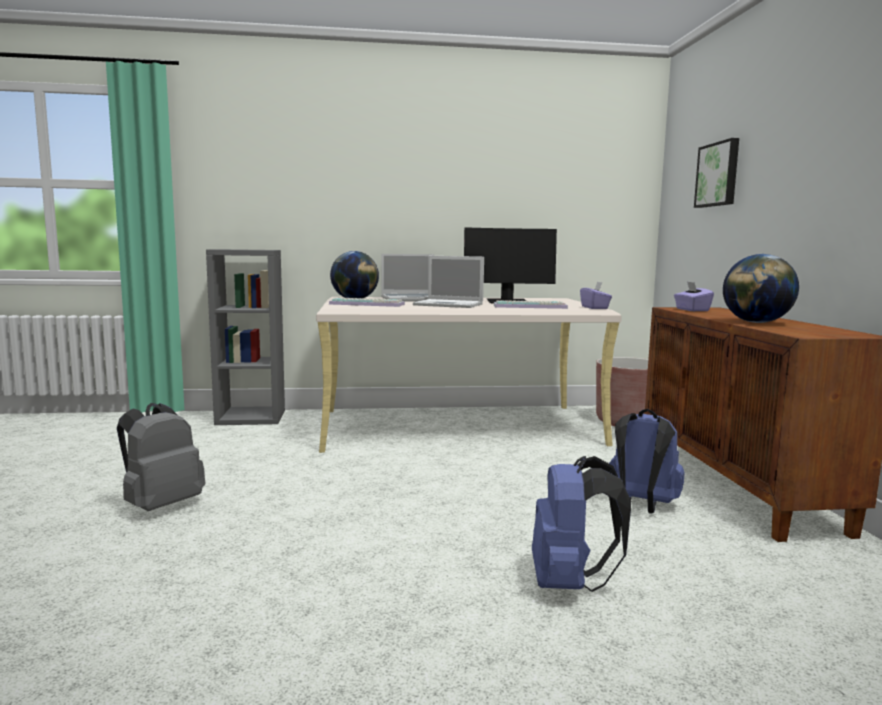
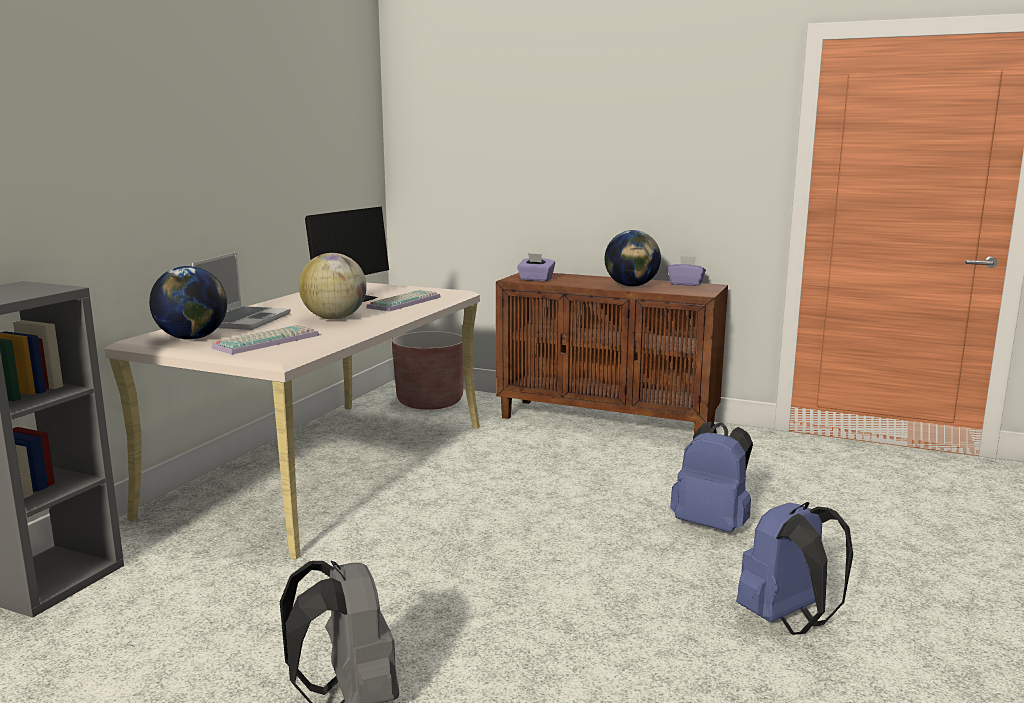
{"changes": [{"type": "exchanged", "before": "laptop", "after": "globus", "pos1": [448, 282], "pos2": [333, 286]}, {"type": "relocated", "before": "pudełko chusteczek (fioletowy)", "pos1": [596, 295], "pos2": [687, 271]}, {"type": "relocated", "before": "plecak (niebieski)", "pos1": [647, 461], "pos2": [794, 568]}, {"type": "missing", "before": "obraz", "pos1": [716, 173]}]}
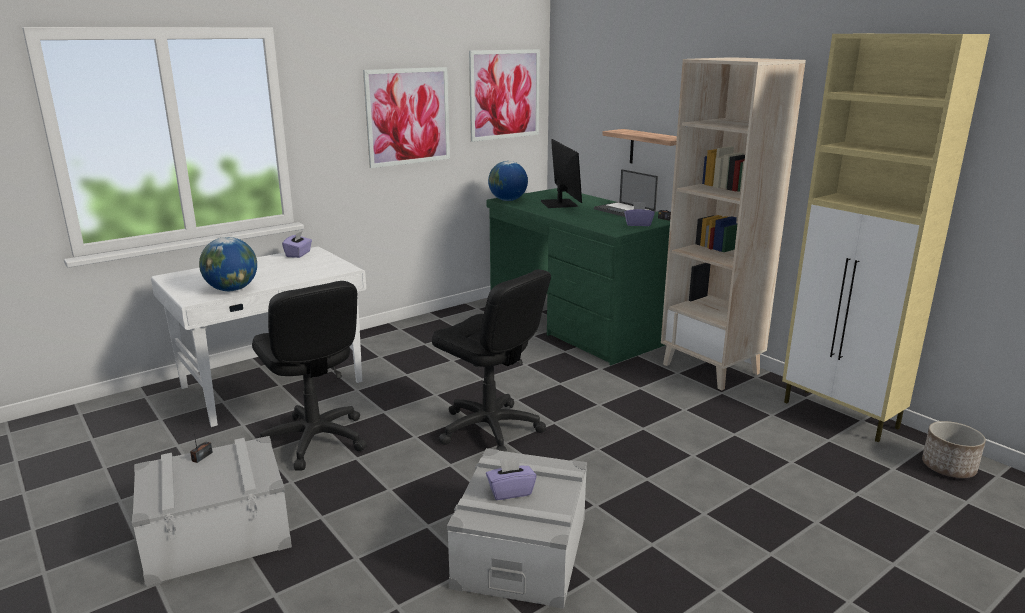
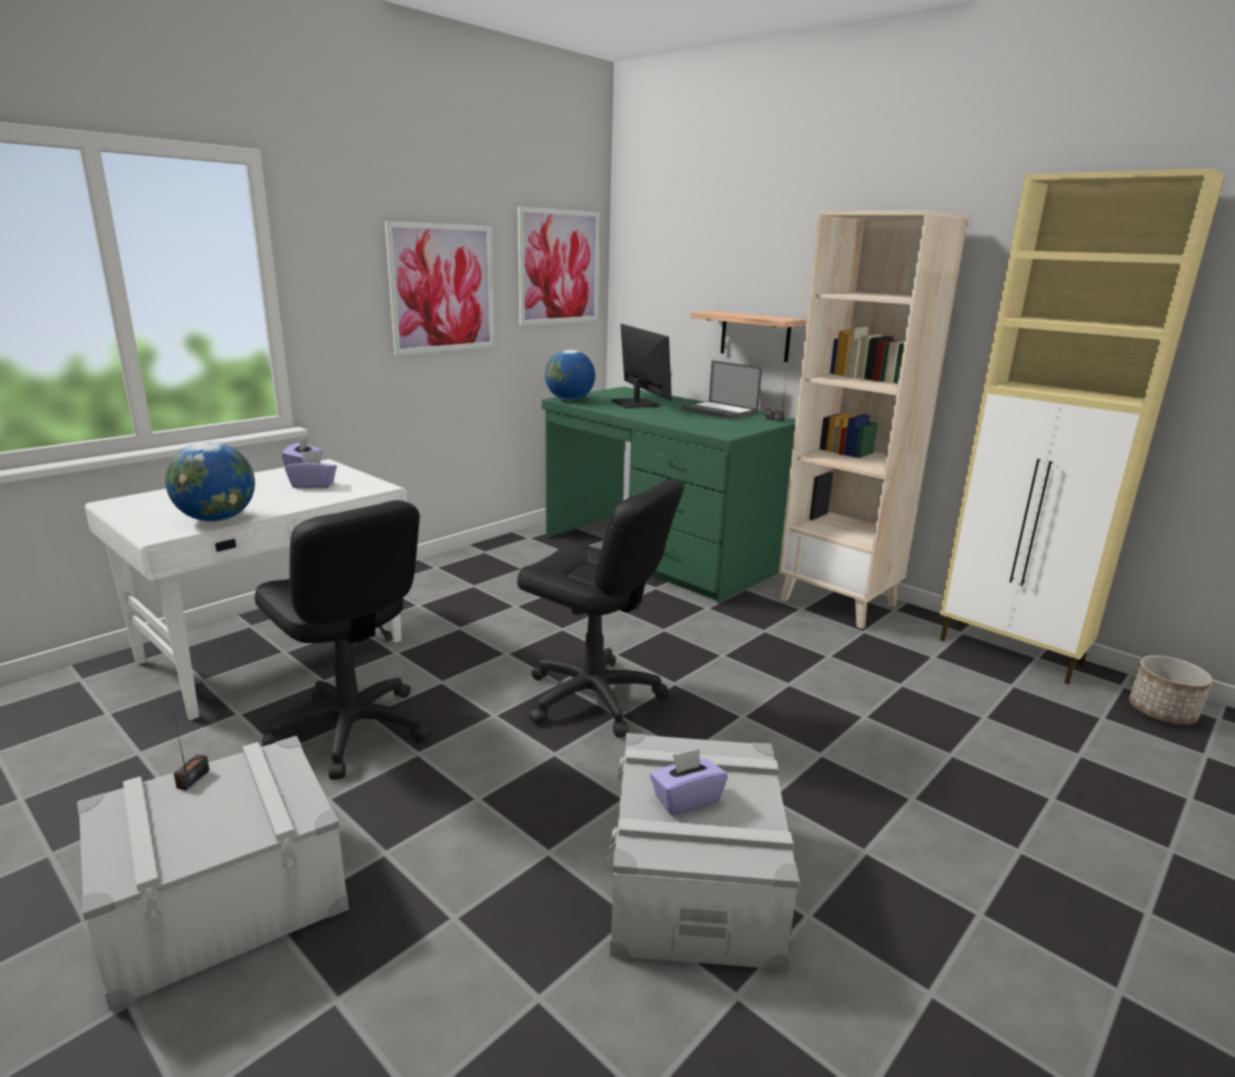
{"changes": [{"type": "relocated", "before": "pudełko chusteczek (fioletowy)", "pos1": [639, 214], "pos2": [311, 469]}]}
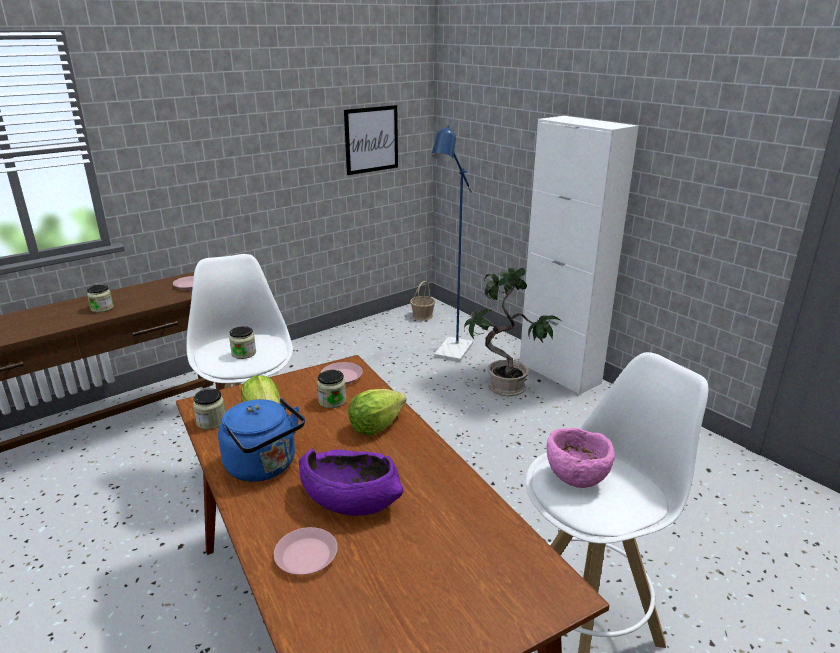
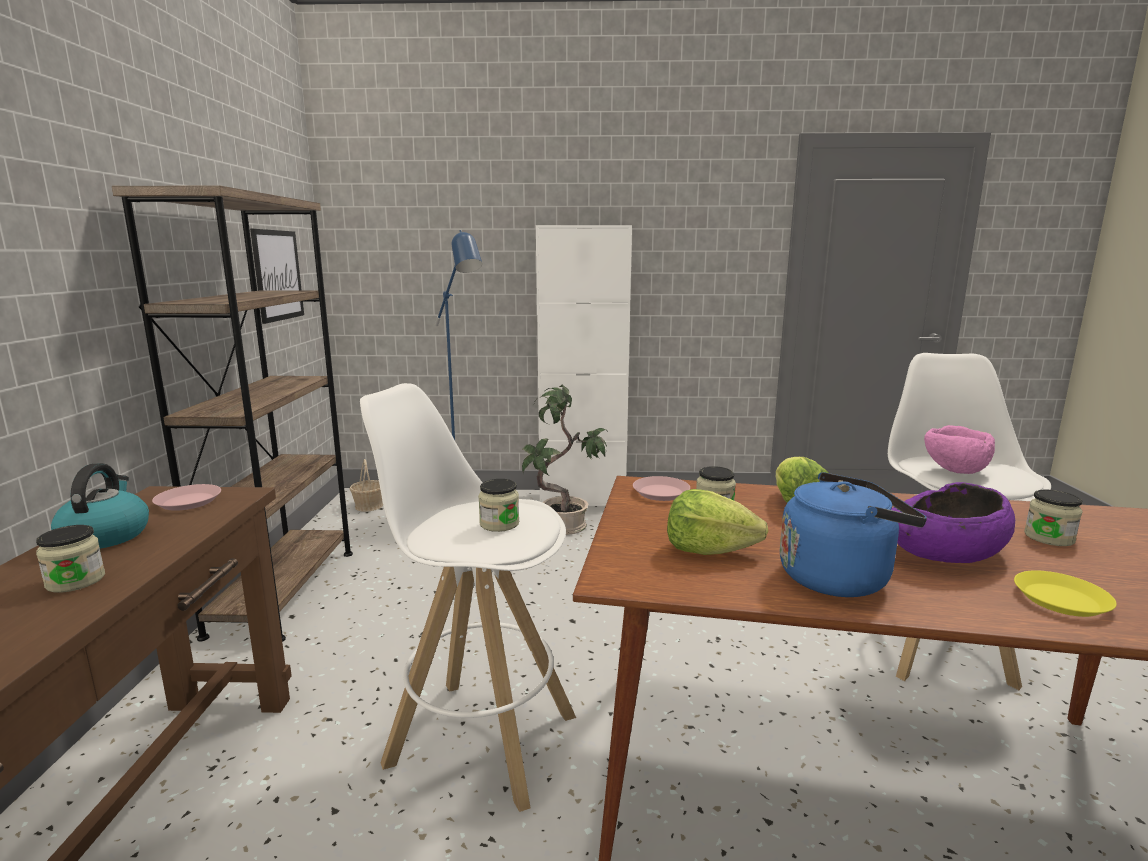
{"changes": [{"type": "relocated", "before": "słoik", "pos1": [209, 409], "pos2": [1053, 517]}, {"type": "colour", "before": "talerz (różowy)", "after": "talerz (żółty)", "pos1": [306, 551], "pos2": [1065, 593]}, {"type": "appeared", "after": "czajnik", "pos2": [100, 506]}, {"type": "appeared", "after": "regał (brązowy)", "pos2": [232, 413]}]}
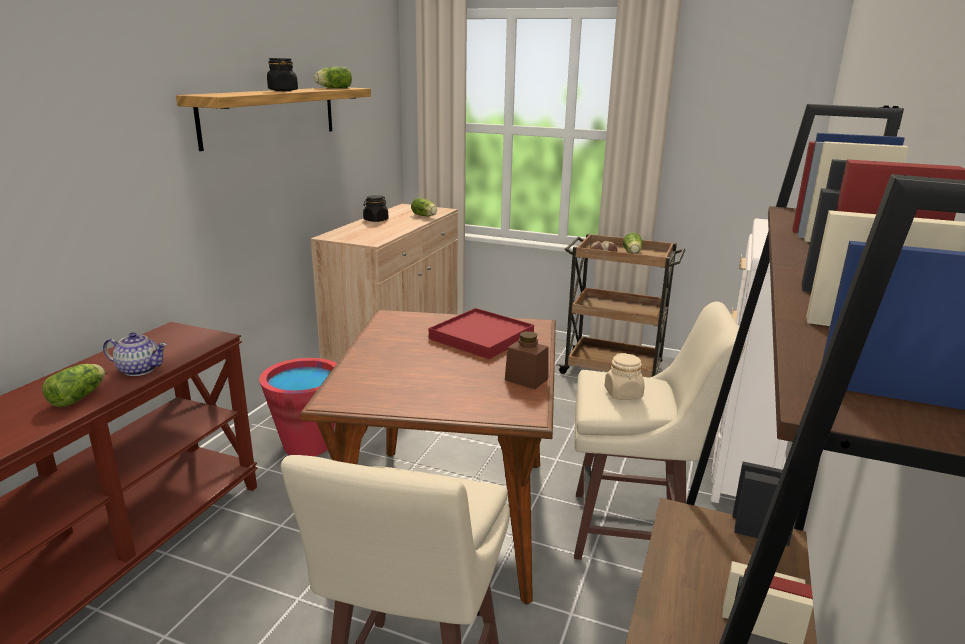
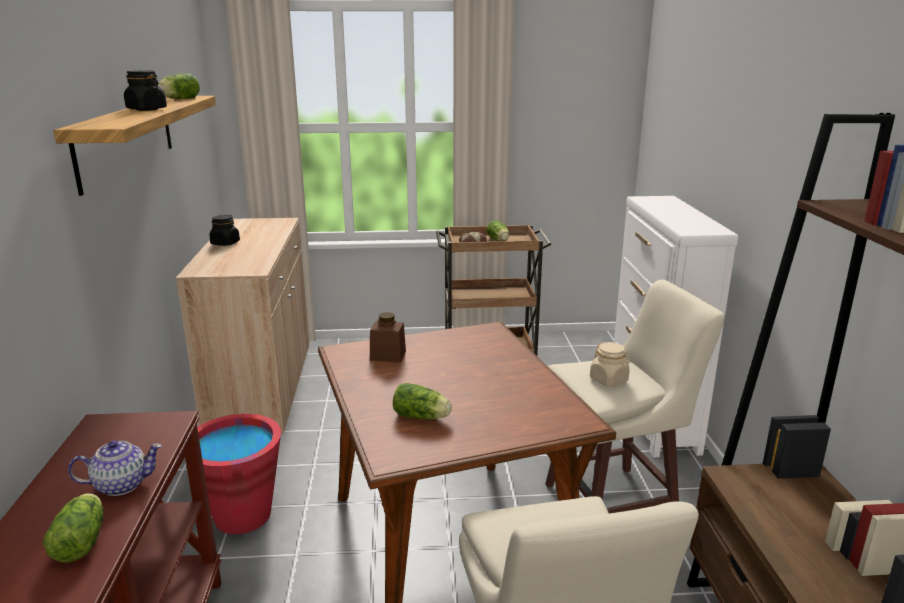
{"changes": [{"type": "relocated", "before": "sałata", "pos1": [424, 206], "pos2": [422, 401]}, {"type": "missing", "before": "taca (czerwony)", "pos1": [481, 333]}, {"type": "relocated", "before": "słoik (brązowy)", "pos1": [527, 360], "pos2": [388, 337]}]}
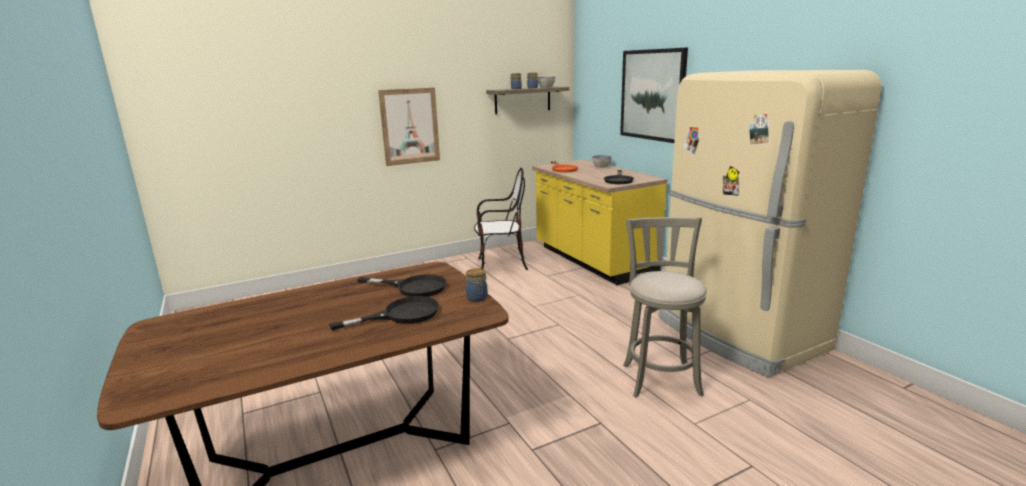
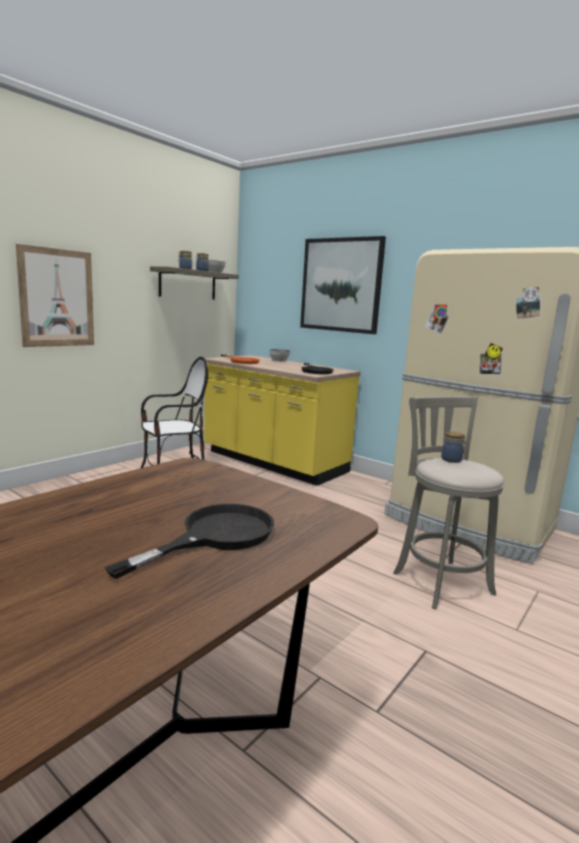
{"changes": [{"type": "missing", "before": "patelnia (czarny)", "pos1": [402, 285]}, {"type": "relocated", "before": "słoik", "pos1": [477, 285], "pos2": [454, 447]}]}
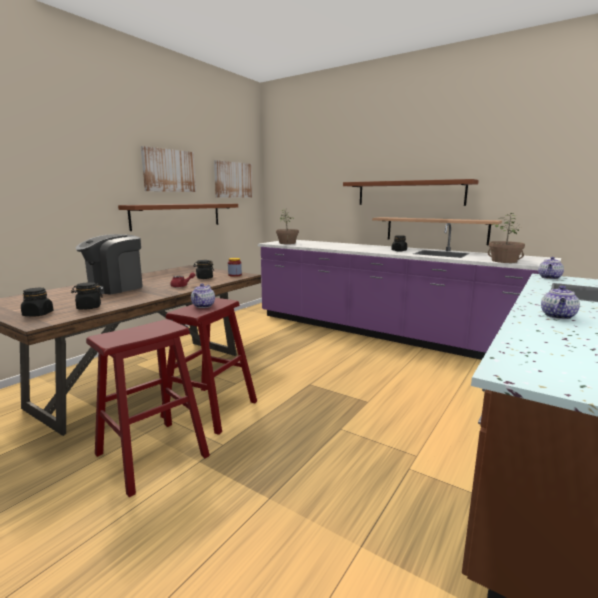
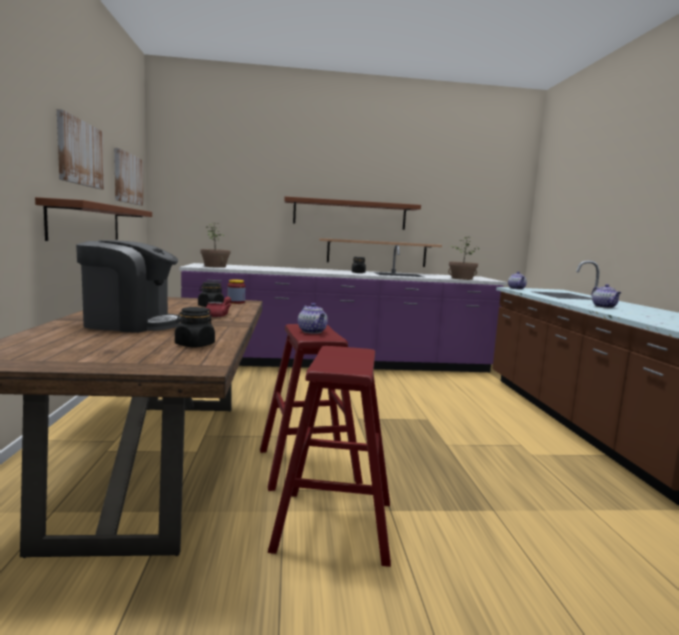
{"changes": [{"type": "missing", "before": "słoik (czarny)", "pos1": [37, 302]}, {"type": "spun", "before": "ekspres do kawy", "pos1": [109, 264], "pos2": [128, 286], "turn": -90}]}
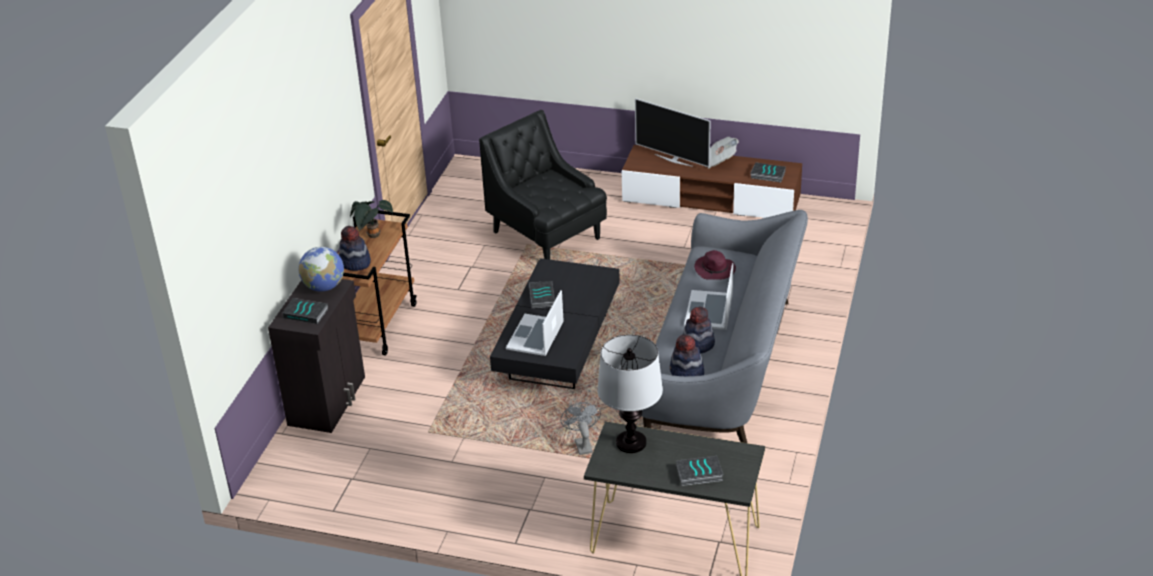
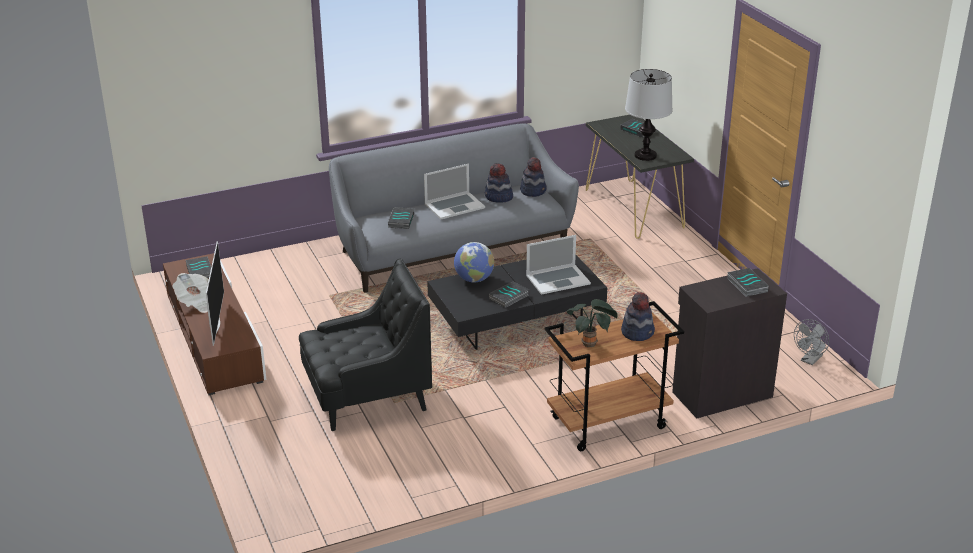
{"changes": [{"type": "relocated", "before": "globus", "pos1": [321, 269], "pos2": [474, 262]}, {"type": "spun", "before": "fotel (czarny)", "pos1": [543, 185], "pos2": [365, 344], "turn": -120}, {"type": "relocated", "before": "wentylator (szary)", "pos1": [580, 428], "pos2": [811, 342]}, {"type": "exchanged", "before": "kapelusz (fioletowy)", "after": "książka", "pos1": [715, 265], "pos2": [401, 218]}]}
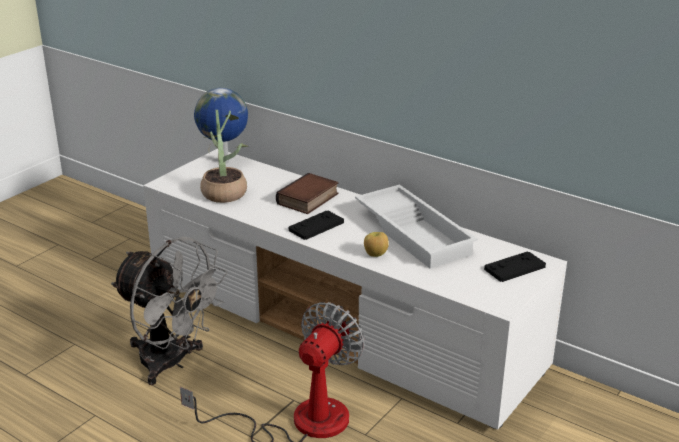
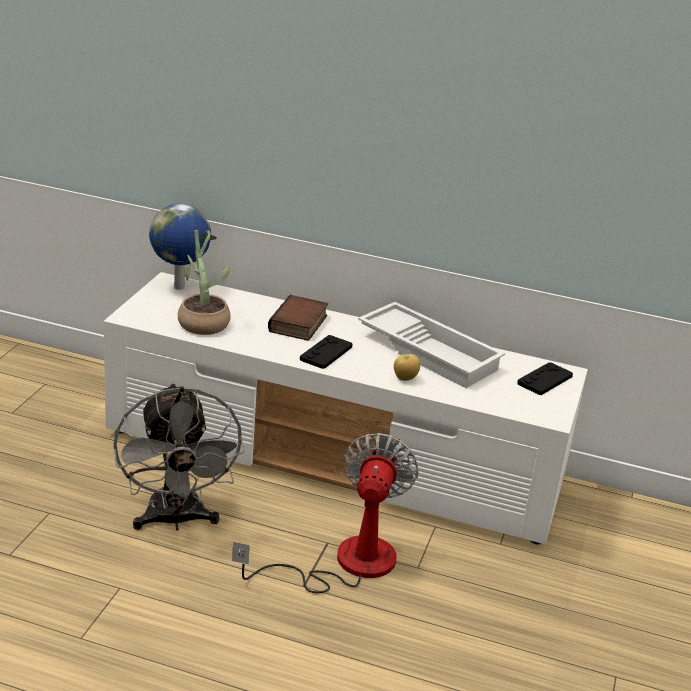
{"changes": [{"type": "spun", "before": "wentylator (szary)", "pos1": [169, 311], "pos2": [179, 457], "turn": 60}]}
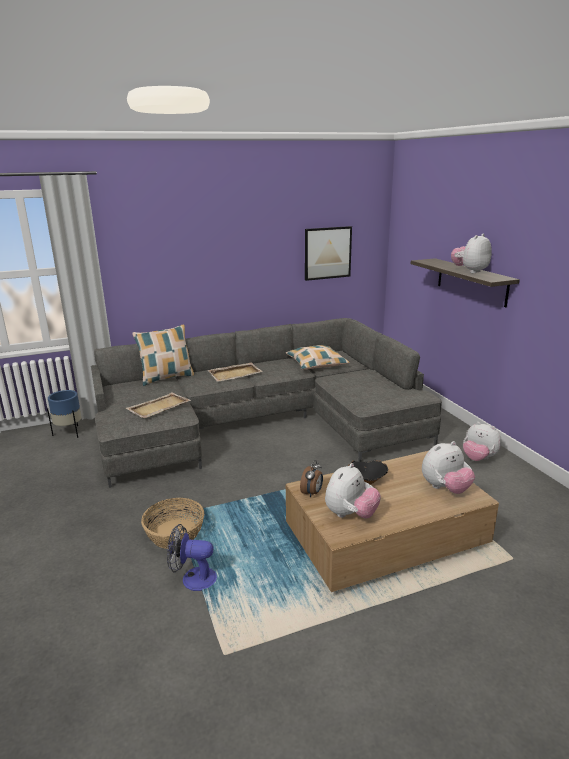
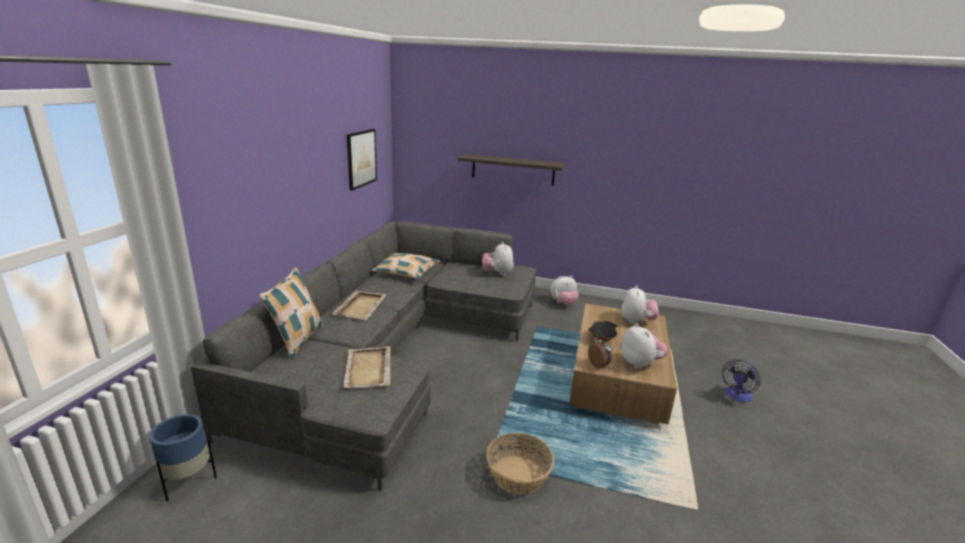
{"changes": [{"type": "relocated", "before": "wentylator", "pos1": [192, 557], "pos2": [741, 381]}, {"type": "relocated", "before": "pluszak", "pos1": [471, 253], "pos2": [498, 259]}]}
